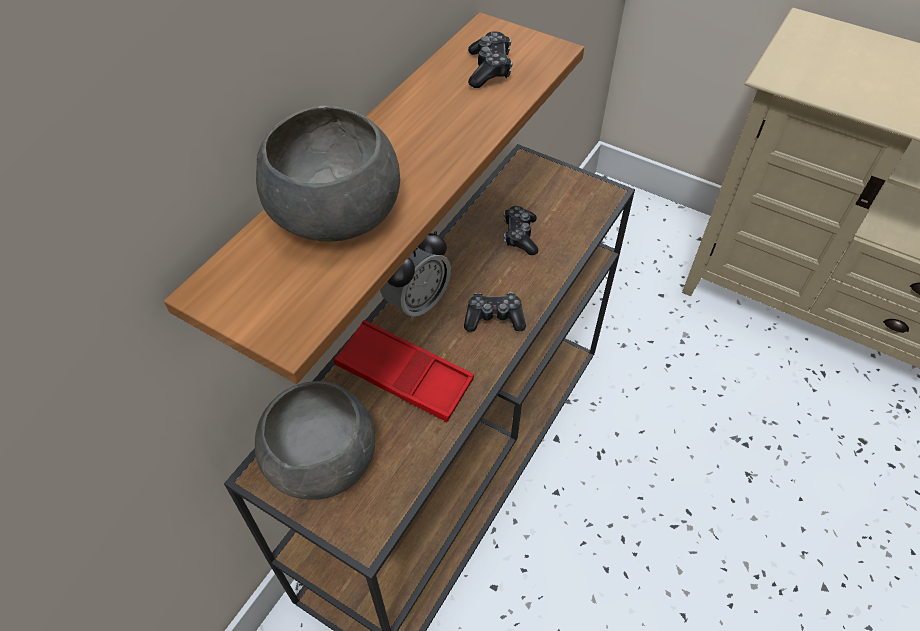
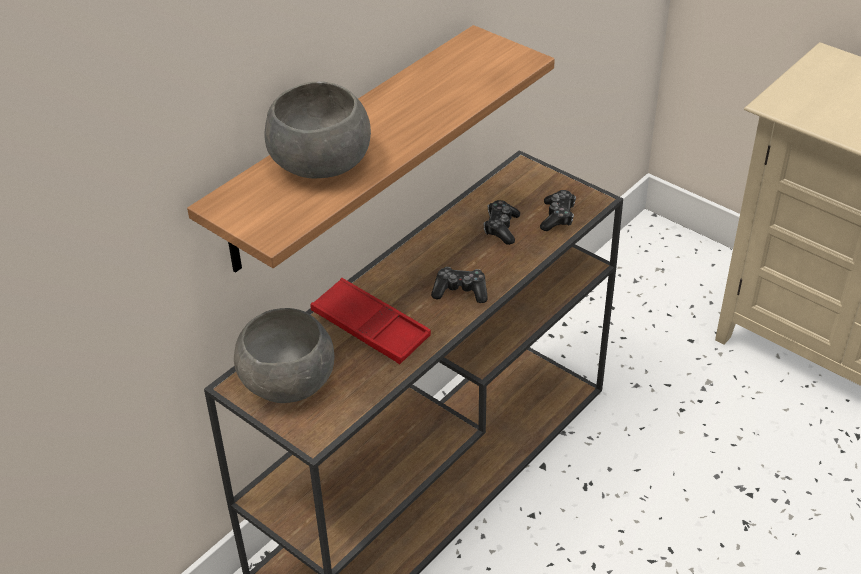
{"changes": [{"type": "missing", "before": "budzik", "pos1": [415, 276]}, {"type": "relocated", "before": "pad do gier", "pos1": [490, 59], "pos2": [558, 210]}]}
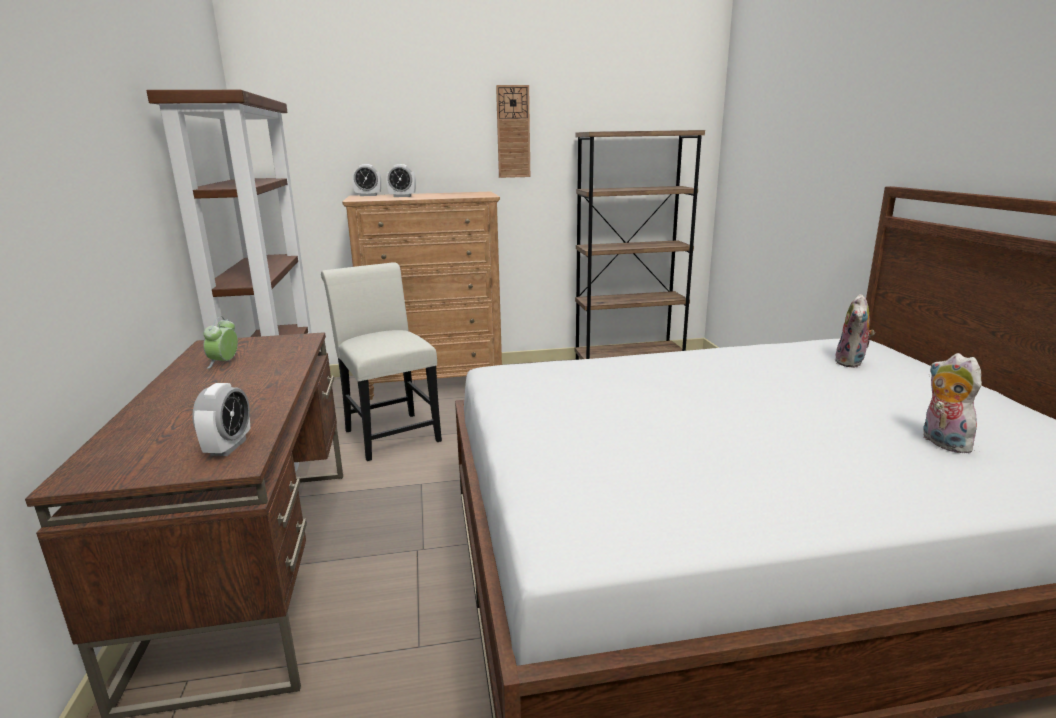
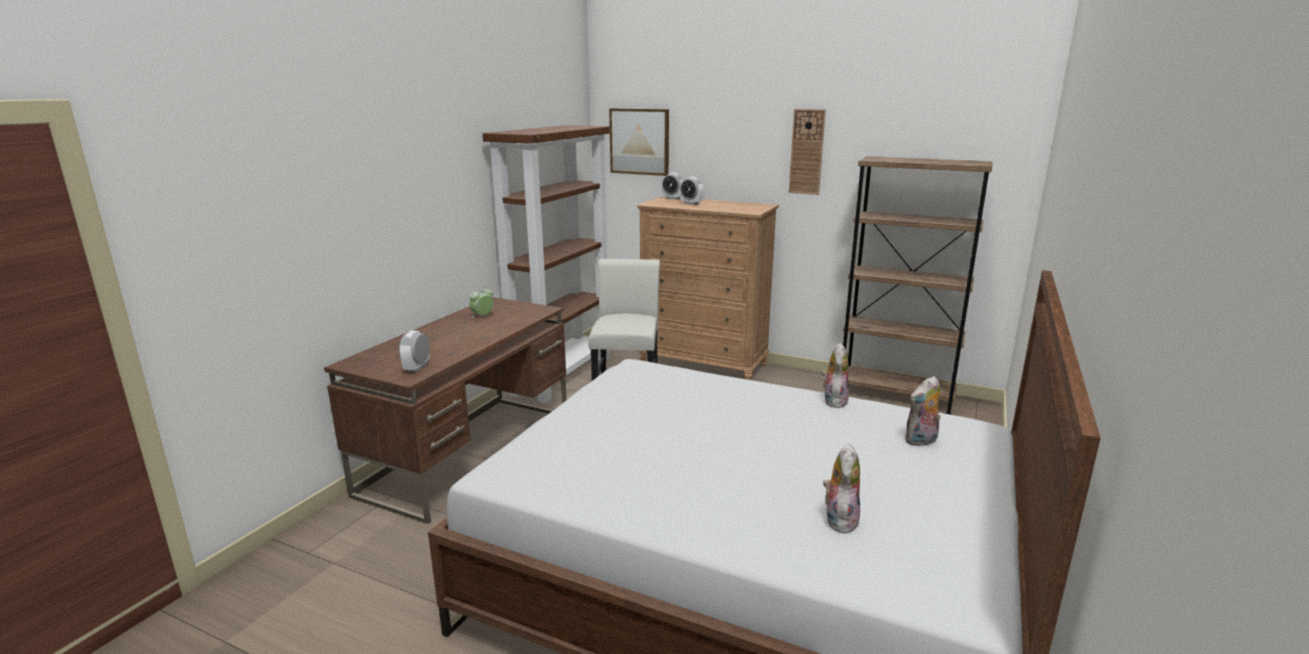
{"changes": [{"type": "spun", "before": "budzik", "pos1": [221, 419], "pos2": [414, 351], "turn": 150}, {"type": "appeared", "after": "obraz", "pos2": [639, 142]}, {"type": "appeared", "after": "pluszak", "pos2": [835, 375]}]}
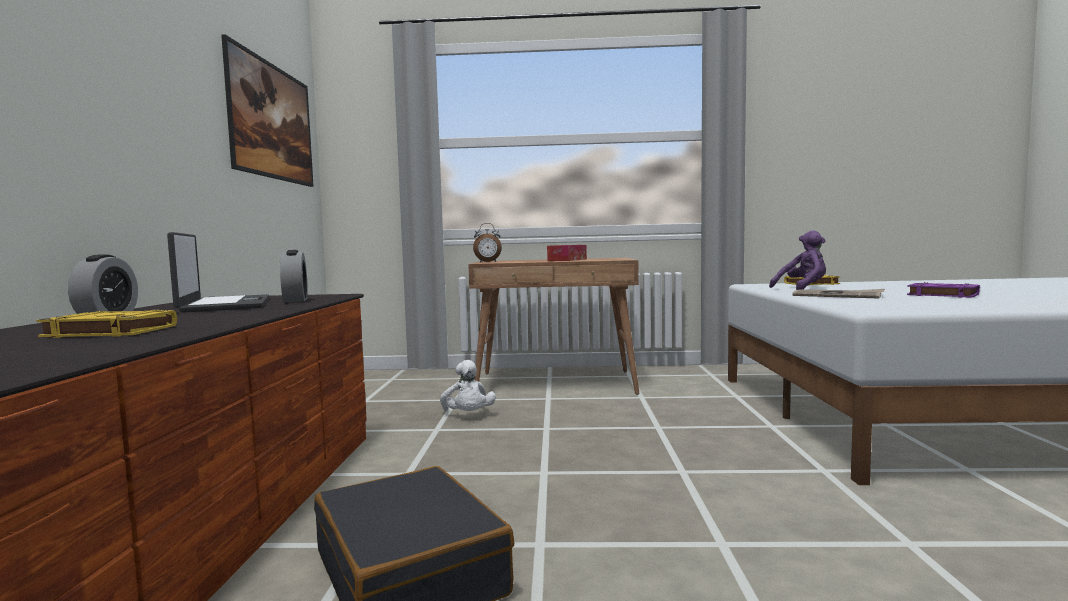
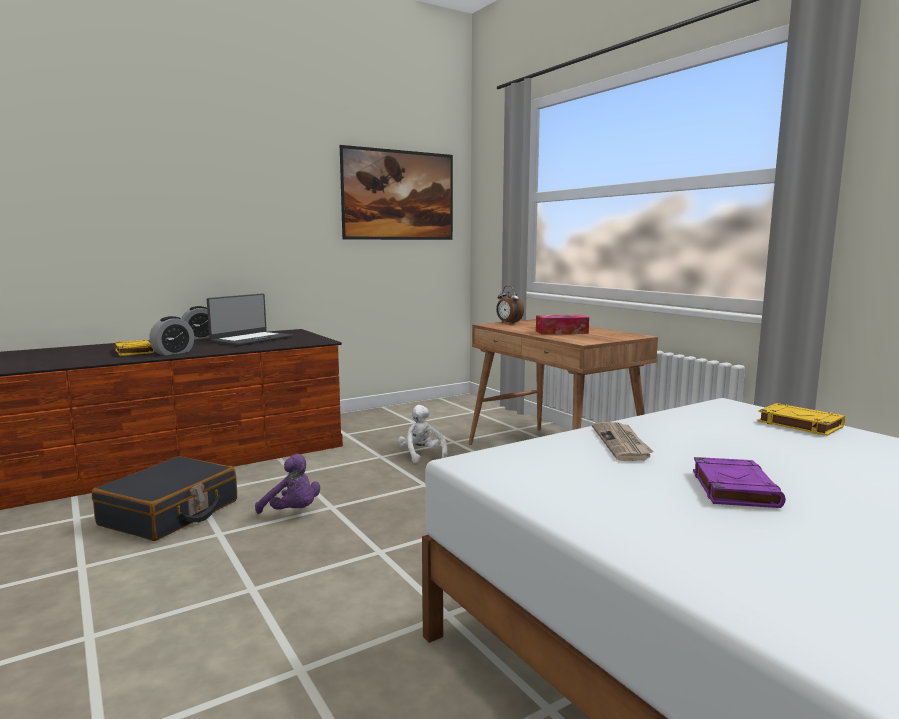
{"changes": [{"type": "relocated", "before": "budzik", "pos1": [294, 276], "pos2": [171, 335]}, {"type": "spun", "before": "pluszak (biały)", "pos1": [468, 385], "pos2": [422, 434], "turn": 120}, {"type": "relocated", "before": "pluszak (fioletowy)", "pos1": [797, 260], "pos2": [287, 484]}]}
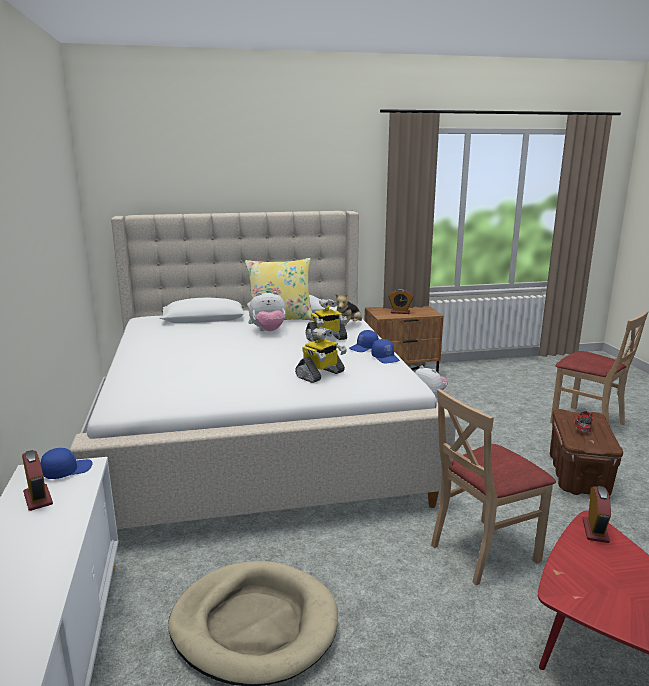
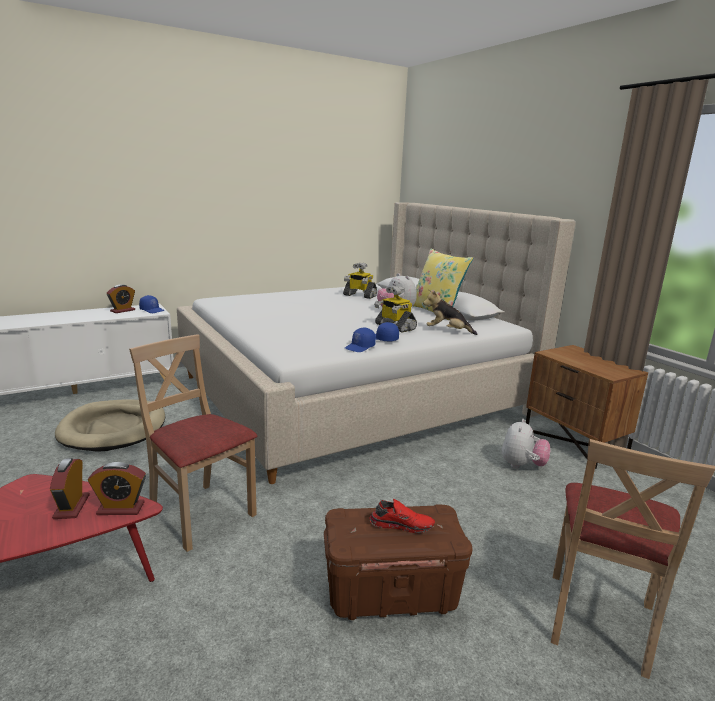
{"changes": [{"type": "relocated", "before": "robot zabawkowy", "pos1": [321, 355], "pos2": [360, 281]}, {"type": "relocated", "before": "budzik", "pos1": [401, 301], "pos2": [70, 488]}]}
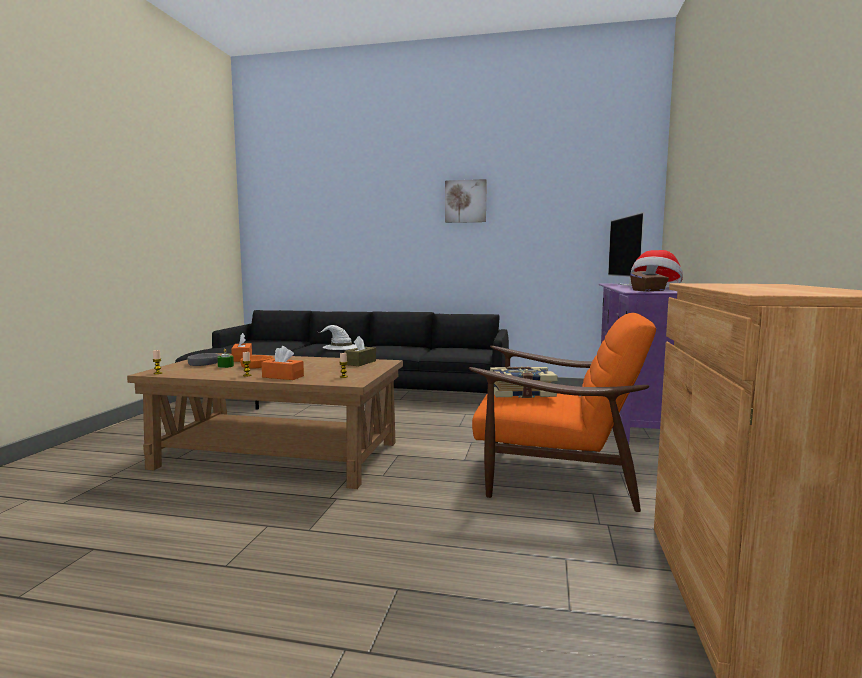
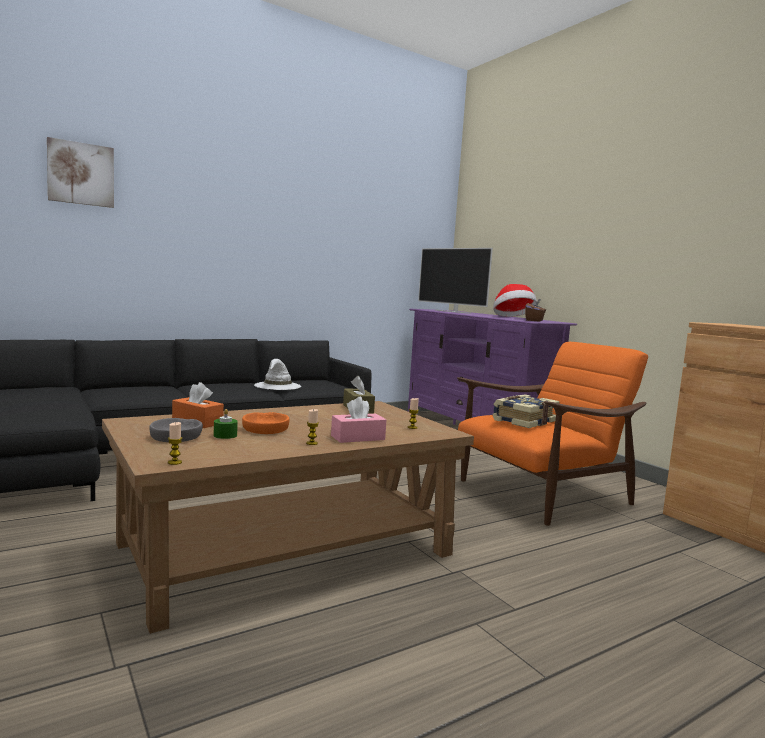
{"changes": [{"type": "colour", "before": "pudełko chusteczek (pomarańczowy)", "after": "pudełko chusteczek (różowy)", "pos1": [282, 363], "pos2": [358, 420]}, {"type": "relocated", "before": "kapelusz (biały)", "pos1": [338, 337], "pos2": [277, 374]}, {"type": "relocated", "before": "obraz", "pos1": [466, 201], "pos2": [80, 172]}]}
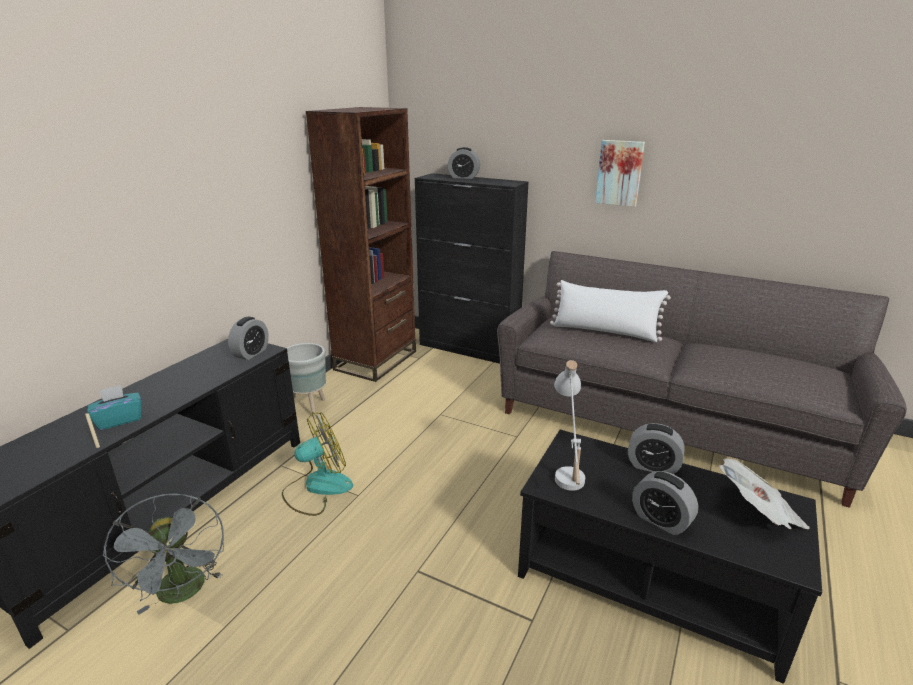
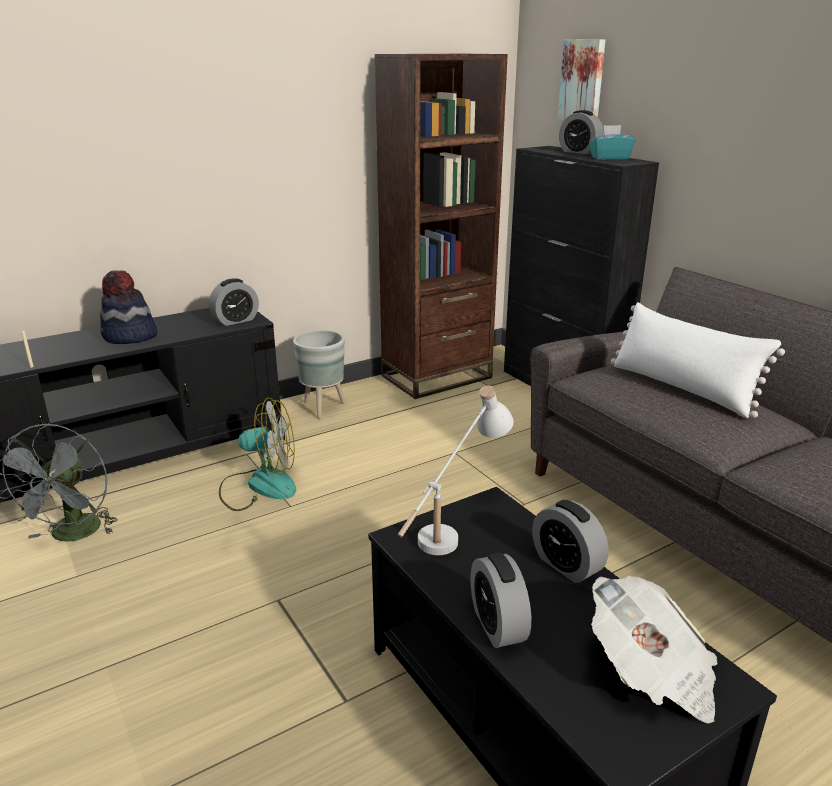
{"changes": [{"type": "relocated", "before": "pudełko chusteczek (turkusowy)", "pos1": [114, 407], "pos2": [612, 142]}, {"type": "relocated", "before": "obraz", "pos1": [620, 173], "pos2": [581, 79]}, {"type": "appeared", "after": "kapelusz", "pos2": [128, 307]}]}
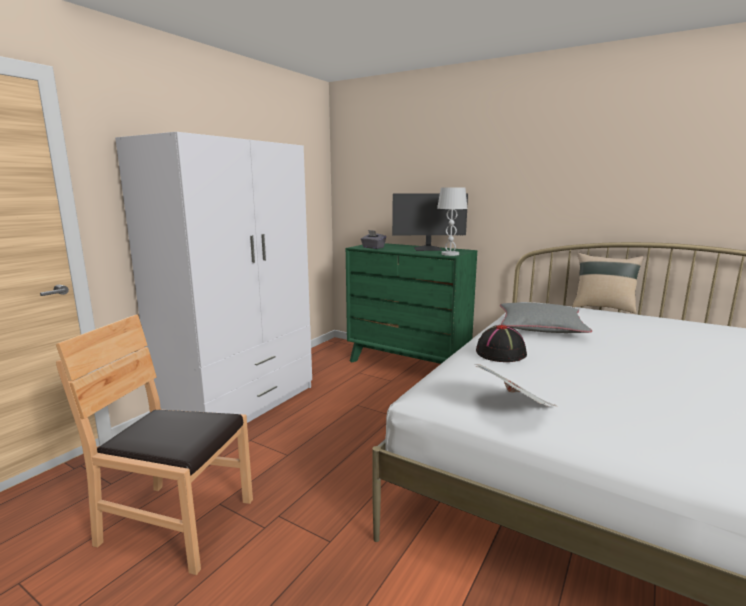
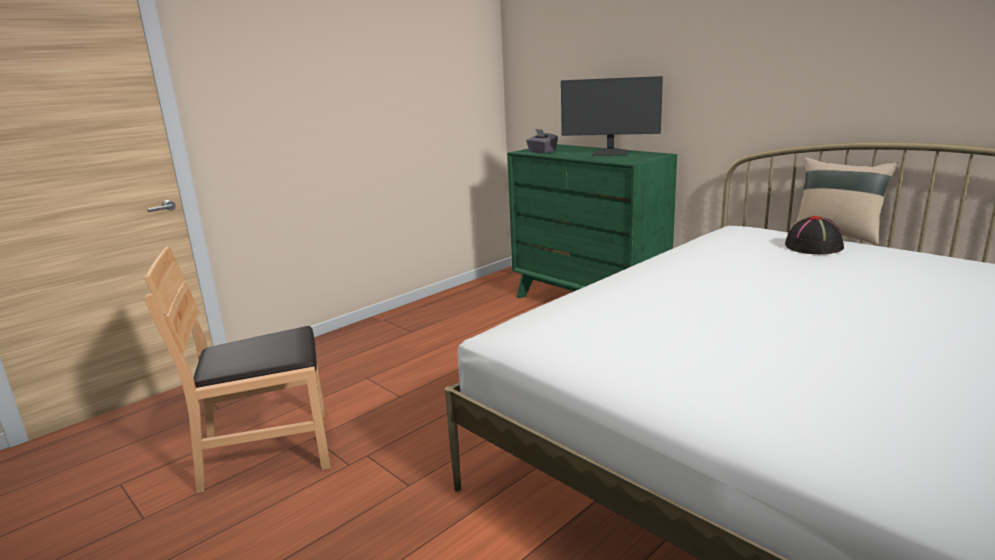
{"changes": [{"type": "spun", "before": "krzesło (brązowy)", "pos1": [154, 444], "pos2": [238, 369], "turn": -45}, {"type": "missing", "before": "szafa (biały)", "pos1": [213, 277]}, {"type": "missing", "before": "lampa stołowa (biały)", "pos1": [452, 221]}, {"type": "missing", "before": "gazeta", "pos1": [516, 385]}, {"type": "relocated", "before": "kapelusz (czarny)", "pos1": [501, 343], "pos2": [814, 235]}, {"type": "missing", "before": "poduszka (szary)", "pos1": [546, 317]}]}
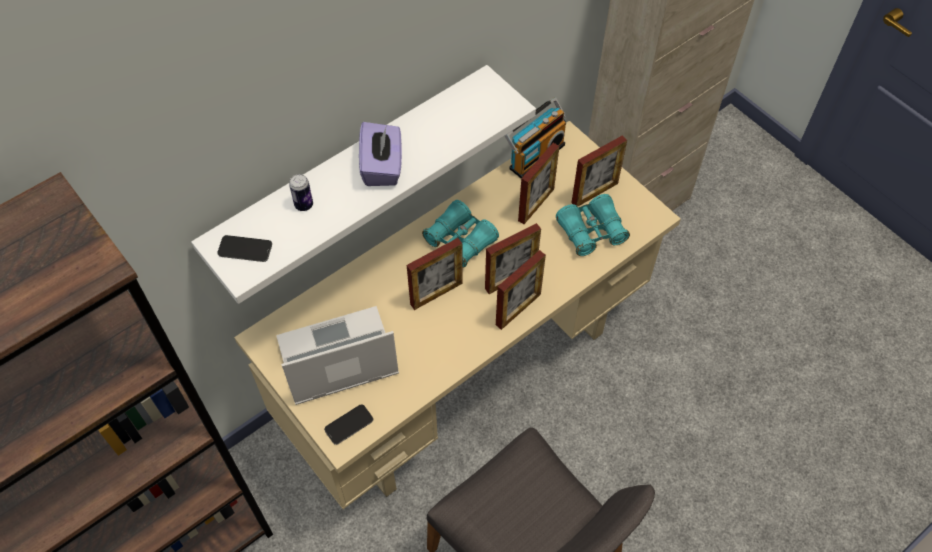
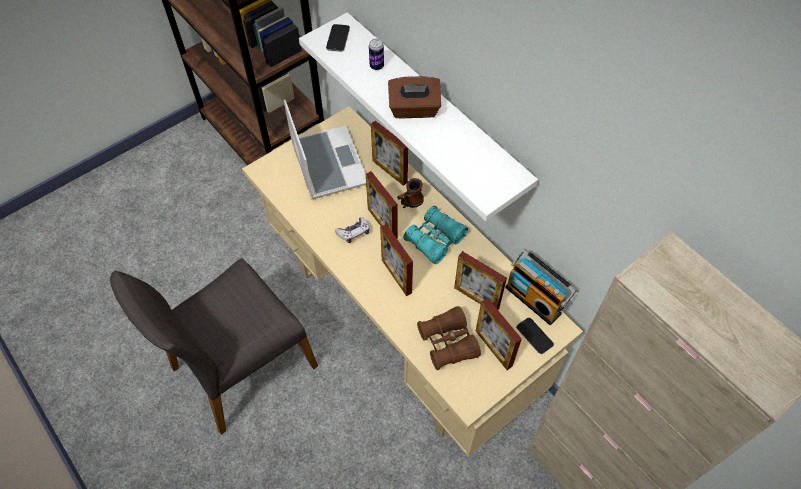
{"changes": [{"type": "relocated", "before": "telefon", "pos1": [348, 424], "pos2": [535, 336]}, {"type": "colour", "before": "pudełko chusteczek (fioletowy)", "after": "pudełko chusteczek (brązowy)", "pos1": [380, 154], "pos2": [414, 97]}, {"type": "relocated", "before": "ramka na zdjęcie", "pos1": [521, 290], "pos2": [389, 153]}, {"type": "colour", "before": "lornetka (turkusowy)", "after": "lornetka (brązowy)", "pos1": [593, 225], "pos2": [449, 338]}, {"type": "appeared", "after": "pad do gier", "pos2": [352, 230]}, {"type": "appeared", "after": "kubek", "pos2": [410, 193]}]}
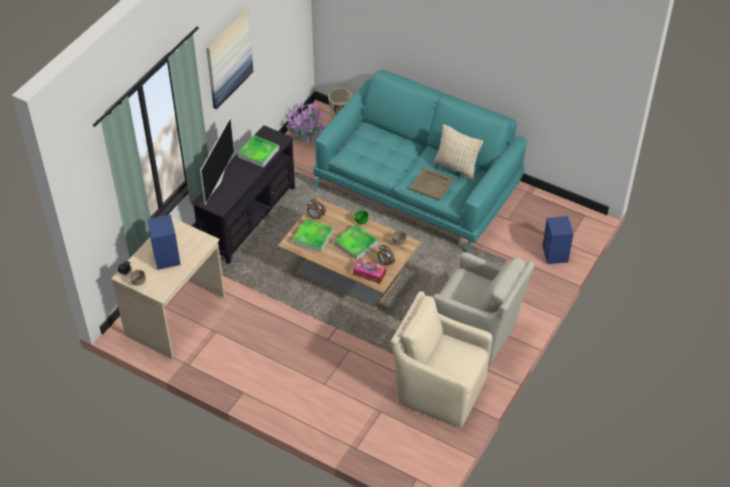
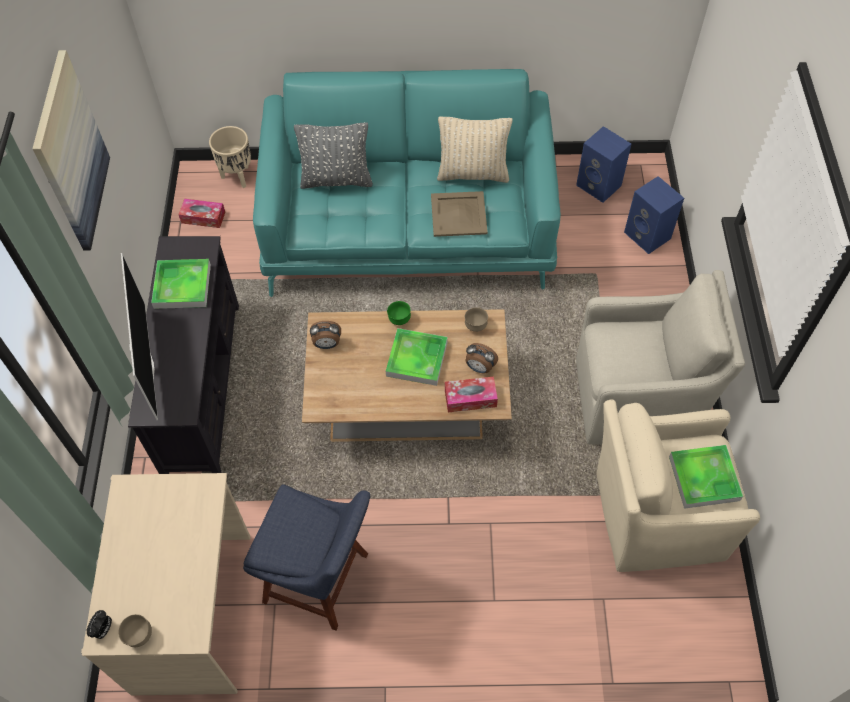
{"changes": [{"type": "relocated", "before": "głośnik (niebieski)", "pos1": [164, 242], "pos2": [603, 164]}, {"type": "exchanged", "before": "roślina doniczkowa", "after": "pudełko chusteczek", "pos1": [306, 124], "pos2": [201, 213]}, {"type": "relocated", "before": "taca", "pos1": [313, 236], "pos2": [706, 477]}, {"type": "appeared", "after": "krzesło (niebieski)", "pos2": [306, 557]}, {"type": "appeared", "after": "poduszka (szary)", "pos2": [333, 155]}]}
